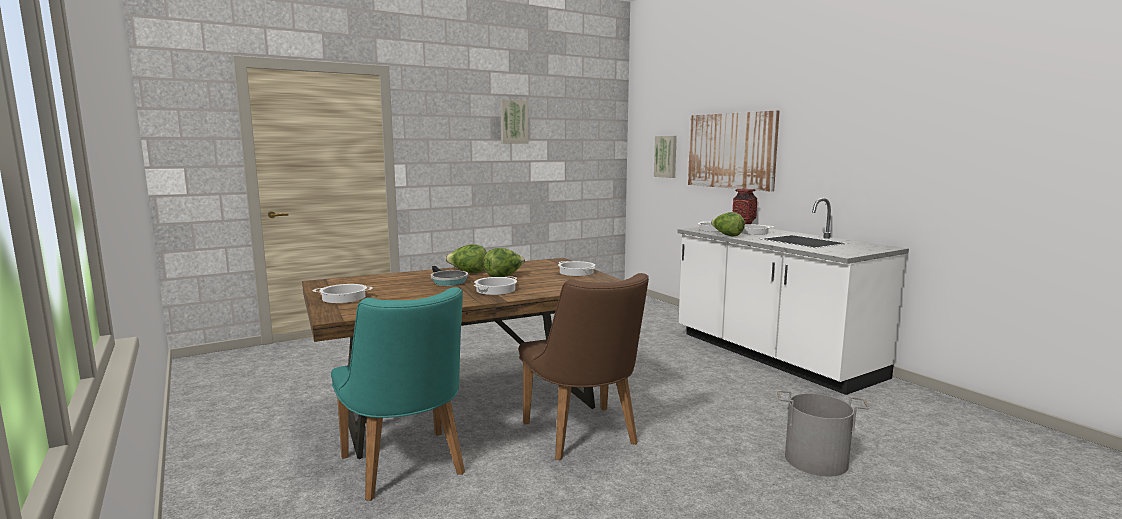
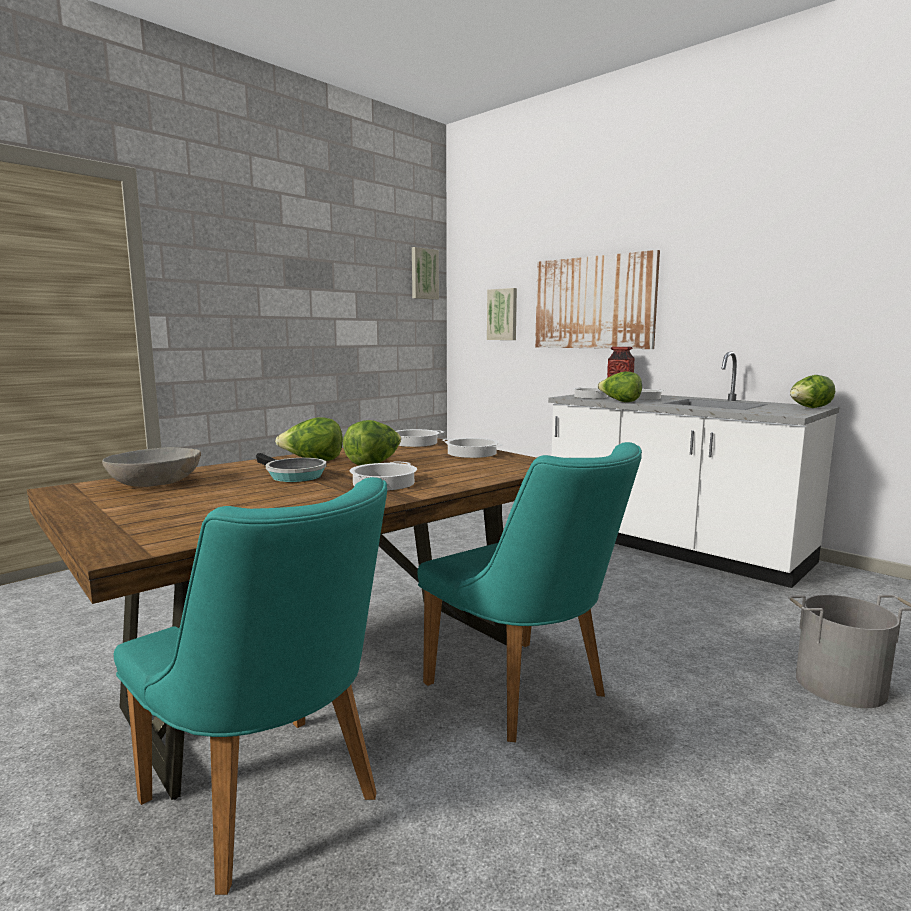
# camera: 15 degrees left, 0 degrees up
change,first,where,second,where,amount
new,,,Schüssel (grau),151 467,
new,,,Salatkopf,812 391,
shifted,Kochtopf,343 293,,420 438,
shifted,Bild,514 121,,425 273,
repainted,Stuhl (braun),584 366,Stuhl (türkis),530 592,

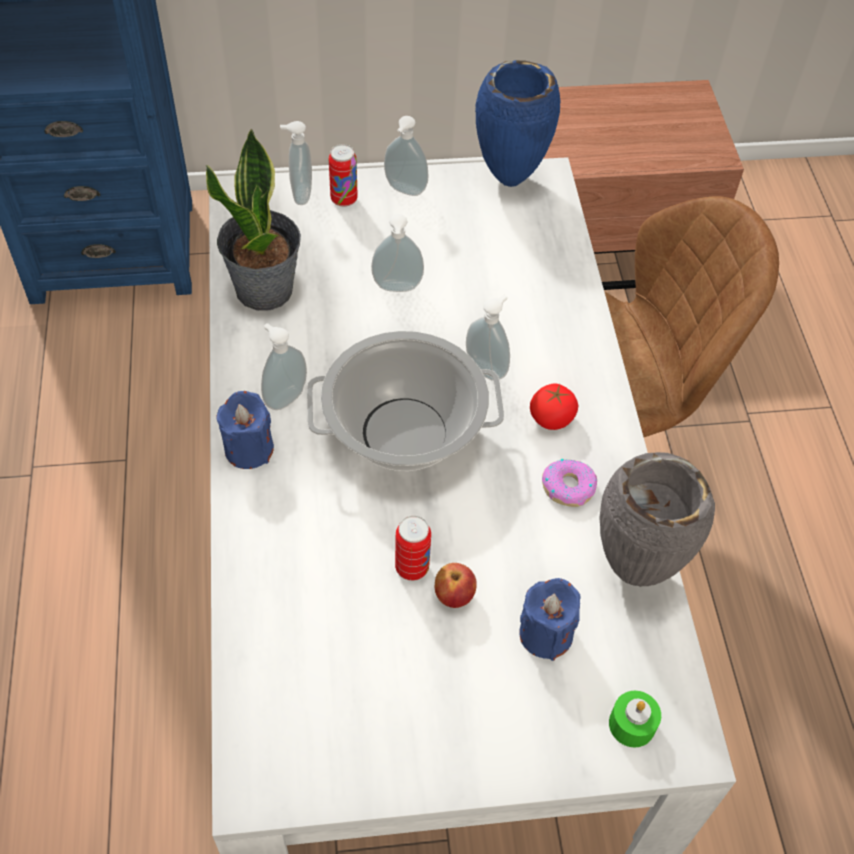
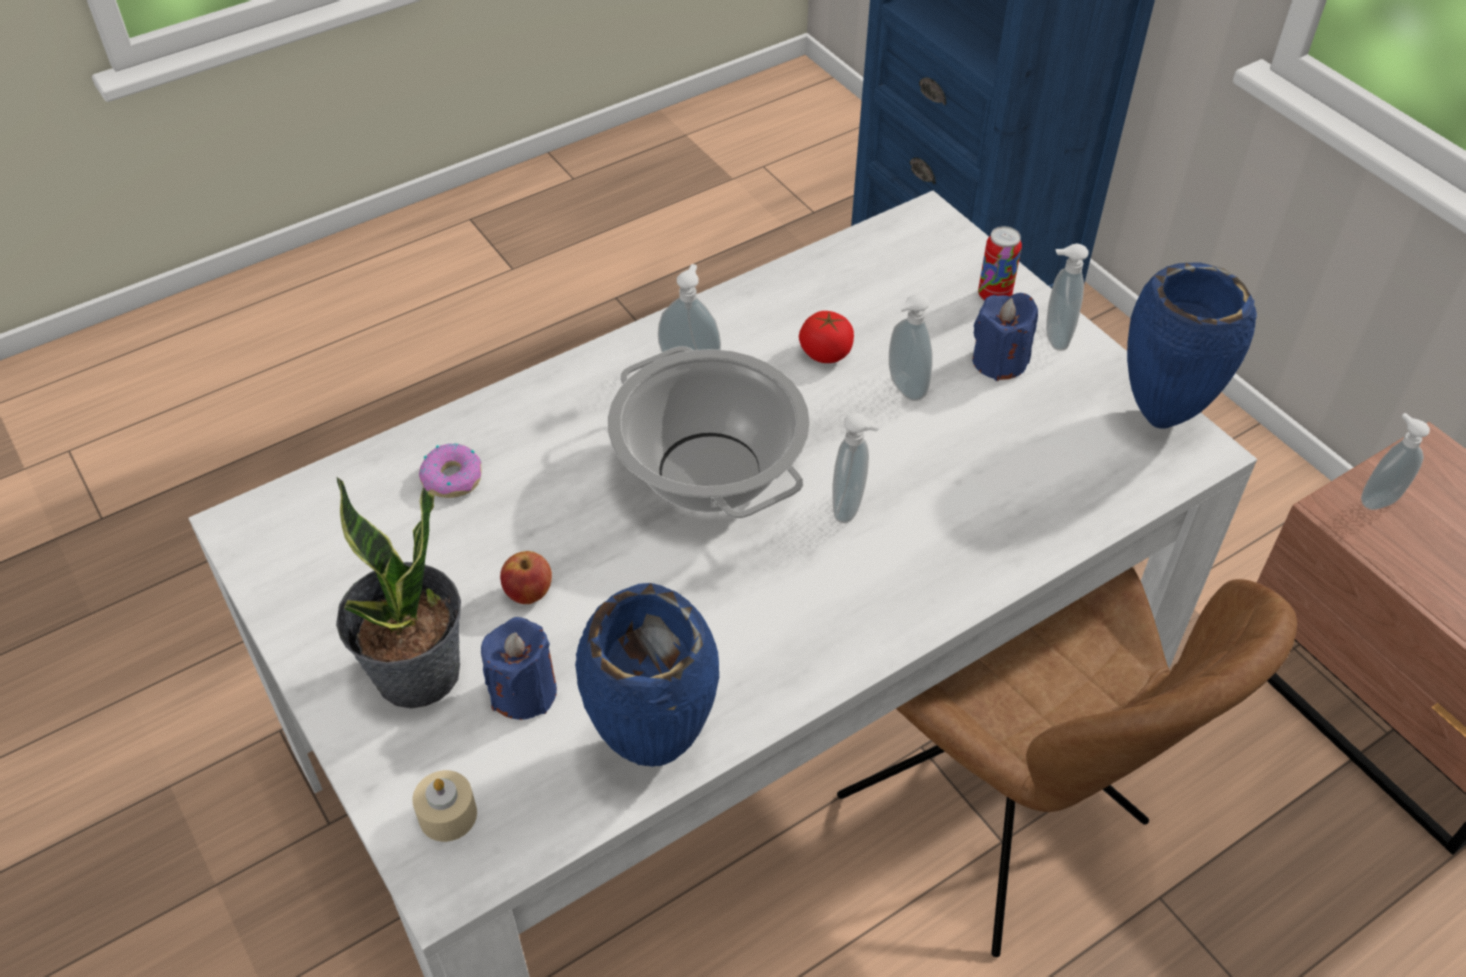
# camera: 65 degrees right, 5 degrees down
change,first,where,second,where,amount
gone,Dose,413 548,,,
shifted,Topfpflanze,253 219,,398 593,
shifted,Kerze (blau),245 430,,1005 337,
shifted,Seifenspender,296 163,,1395 461,
shifted,Tomate,554 406,,826 337,
shifted,Donut,569 483,,450 470,
repainted,Vase (grau),657 519,Vase (blau),647 675,
repainted,Kerze (grün),635 719,Kerze (beige),444 806,

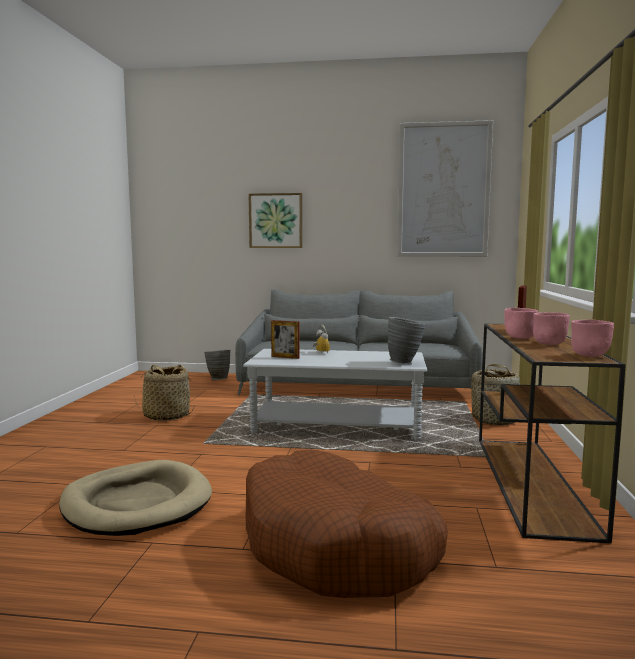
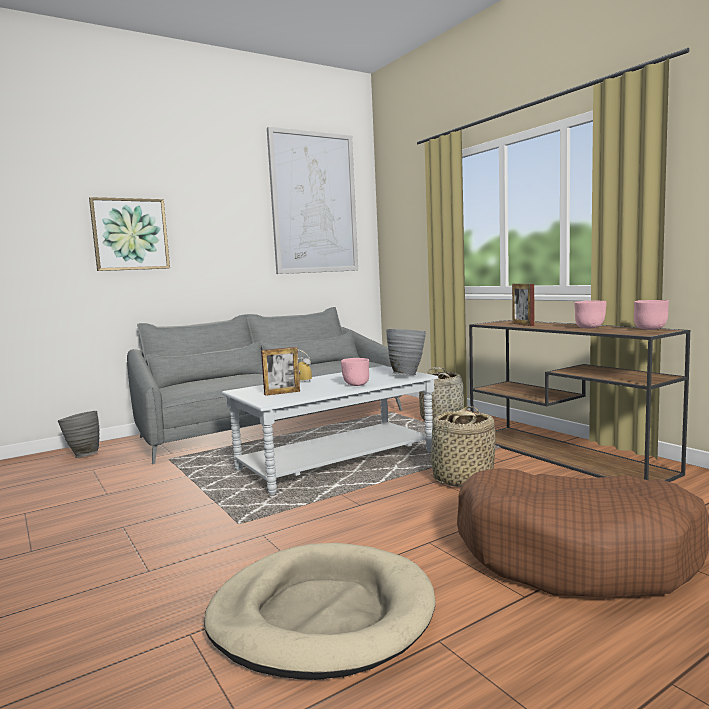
# camera: 40 degrees left, 0 degrees up
change,first,where,second,where,amount
shifted,Korb,164 393,,461 446,
shifted,Schüssel (rosa),521 323,,355 372,

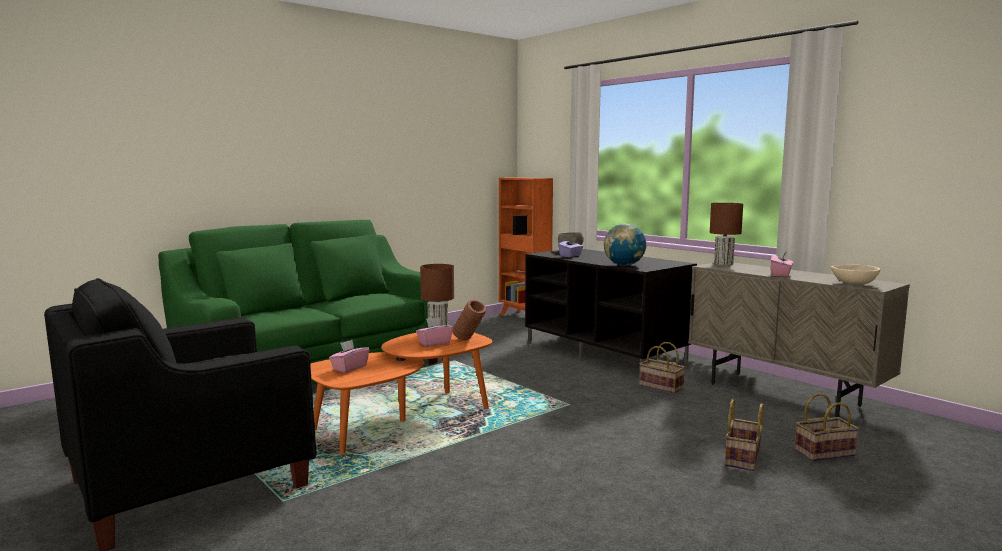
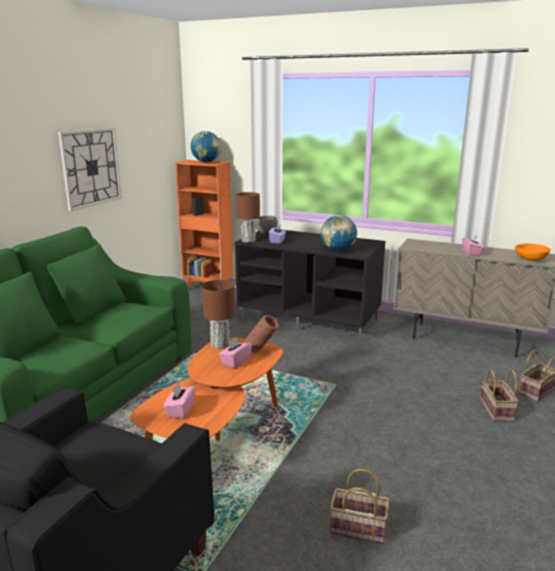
# camera: 25 degrees left, 10 degrees up
change,first,where,second,where,amount
new,,,Wanduhr,90 169,
new,,,Globus,206 146,
shifted,Korb,662 368,,360 506,
shifted,Tischlampe (braun),726 234,,248 217,
repainted,Schüssel (beige),856 274,Schüssel (orange),533 252,

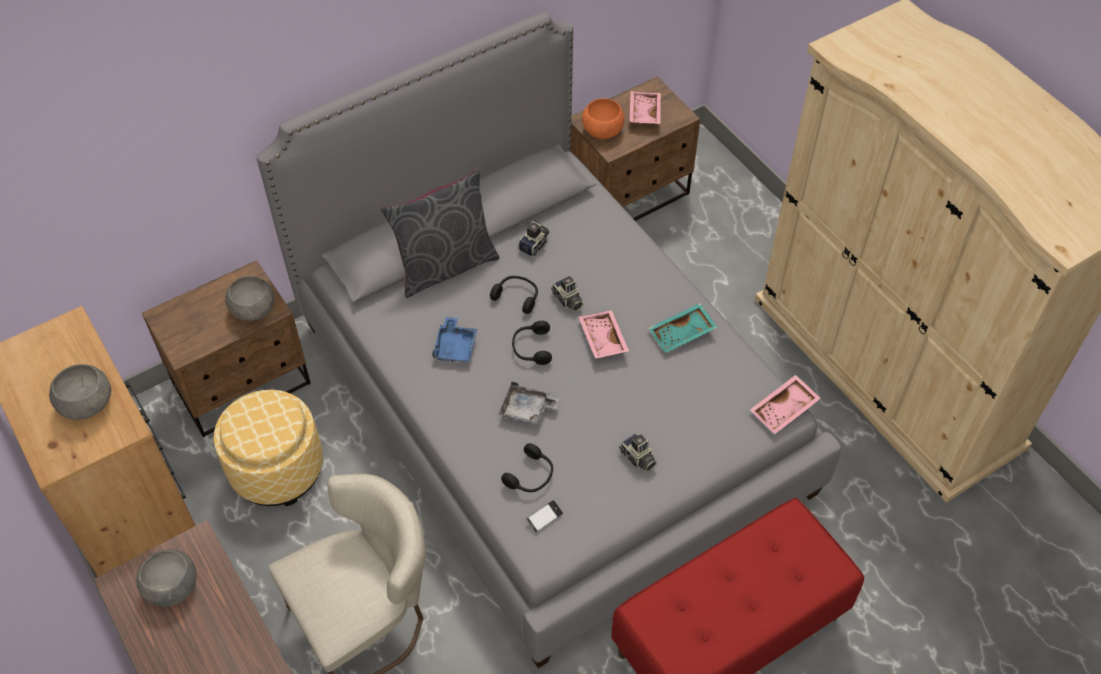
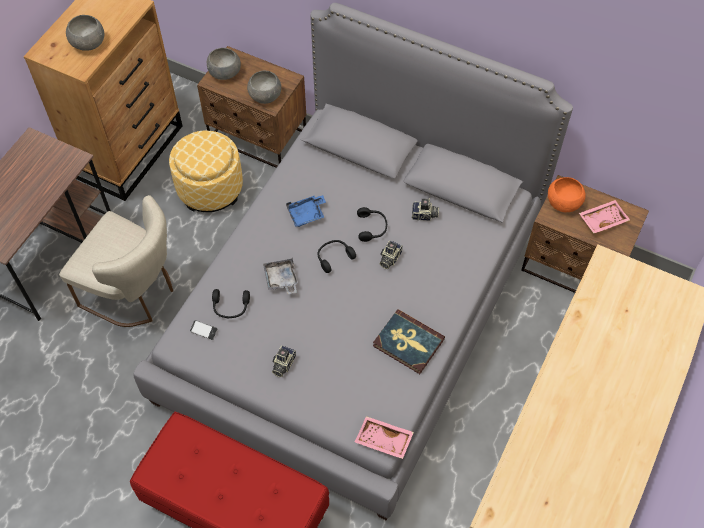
# camera: 60 degrees right, 5 degrees up
change,first,where,second,where,amount
gone,Kissen (grau),440 233,,,
gone,Tablett (rosa),604 334,,,
shifted,Schüssel (grau),166 578,,224 64,
swapped,Tablett (türkis),682 328,Buch,409 341,

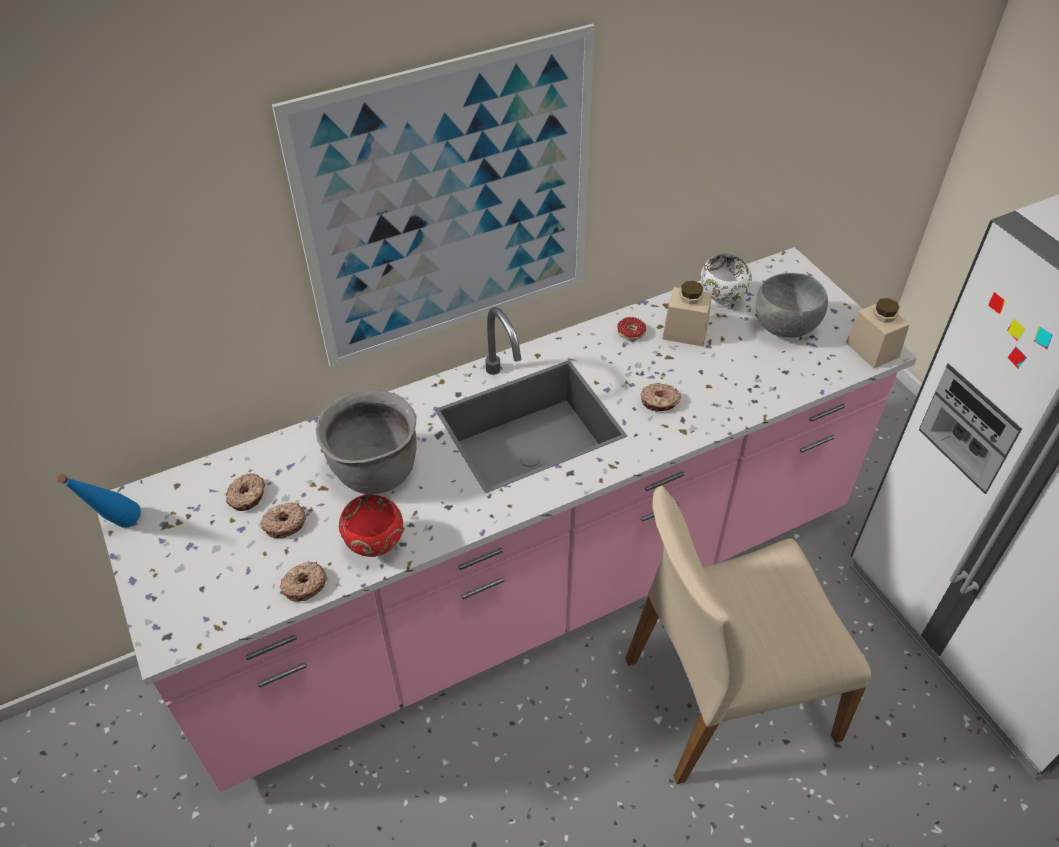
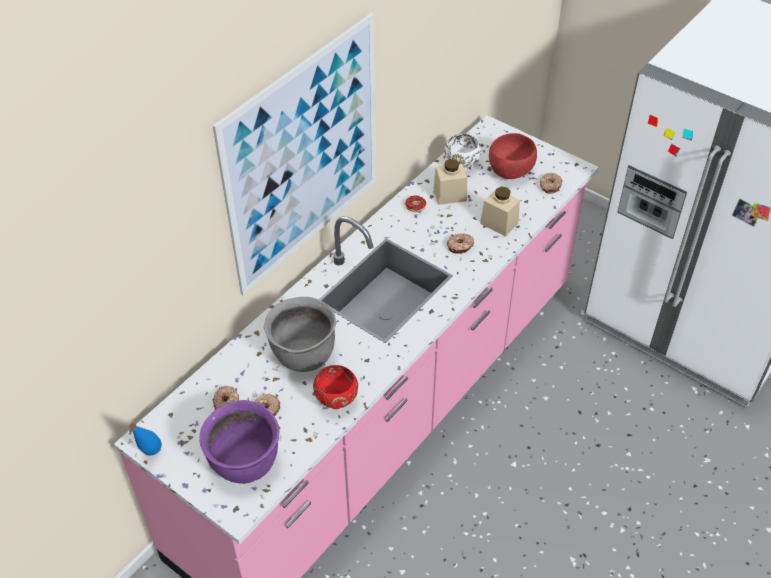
# camera: 25 degrees left, 0 degrees up
change,first,where,second,where,amount
gone,Stuhl (beige),748 635,,,
new,,,Kochtopf (lila),240 442,
shifted,Donut,302 581,,551 183,
shifted,Vorratsglas (beige),878 333,,500 211,
repainted,Schüssel (grau),792 305,Schüssel (rot),513 156,

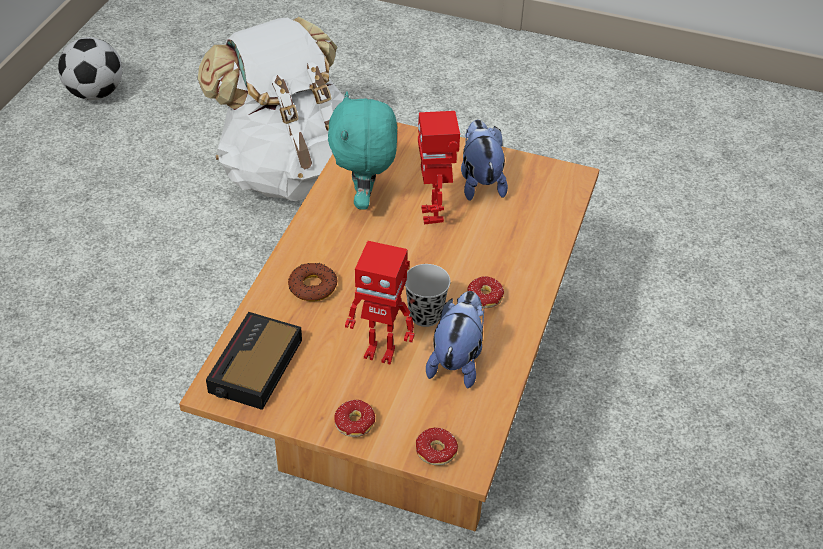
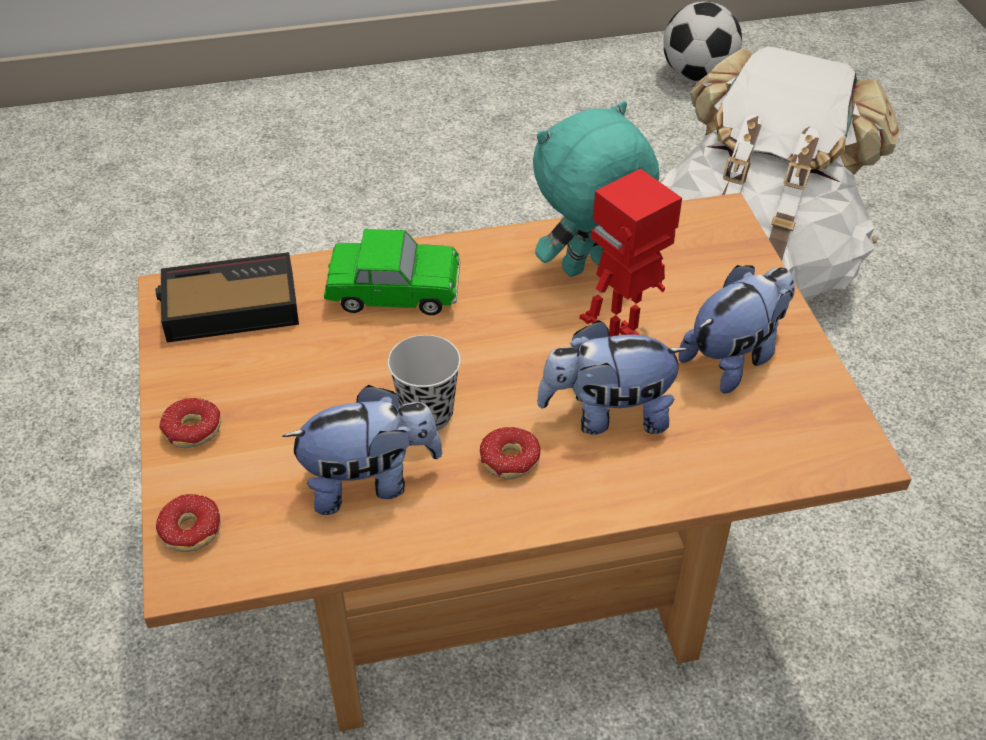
# camera: 60 degrees right, 0 degrees up
change,first,where,second,where,amount
gone,Spielzeugroboter,380 303,,,
new,,,Plüschtier,613 377,
swapped,Donut,313 282,Spielzeugauto,392 272,

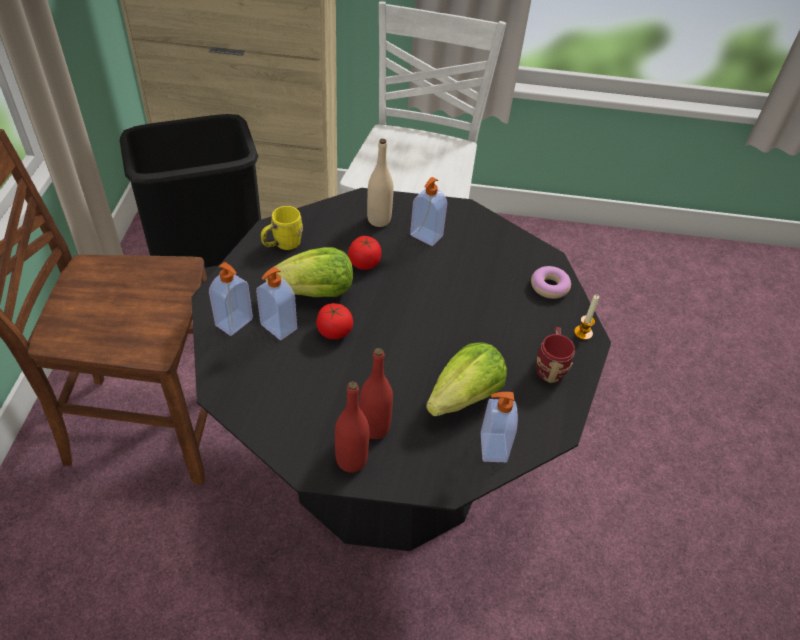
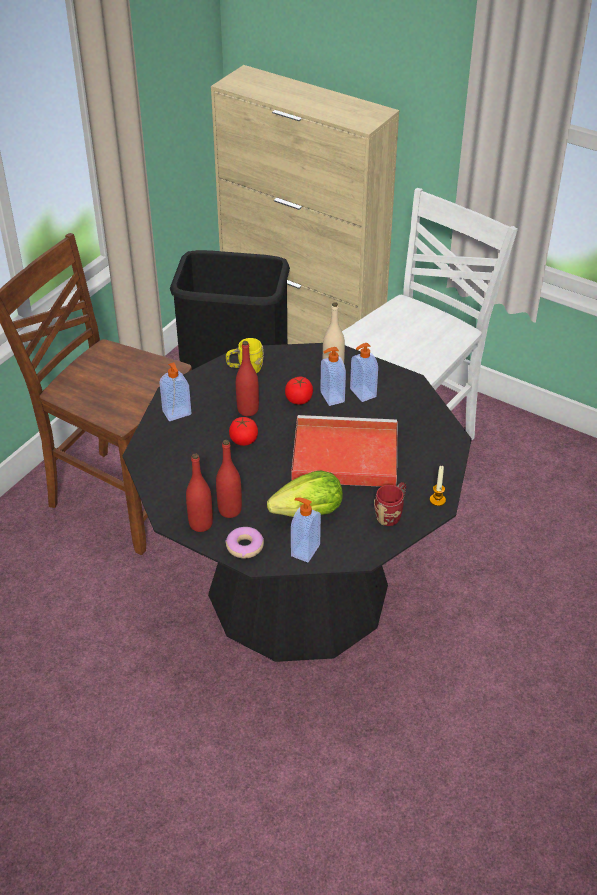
# camera: 30 degrees right, 5 degrees down
change,first,where,second,where,amount
new,,,Tablett (rot),344 451,
shifted,Seifenspender,276 303,,333 376,
shifted,Donut,551 282,,244 543,
swapped,Salatkopf,309 272,Flasche (rot),247 378,

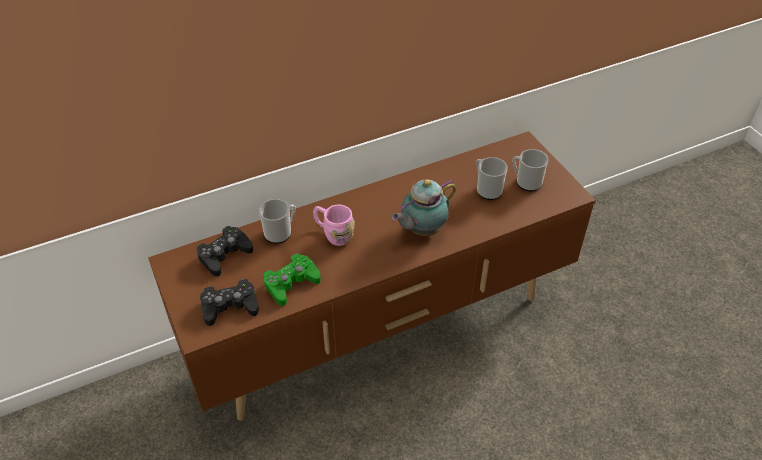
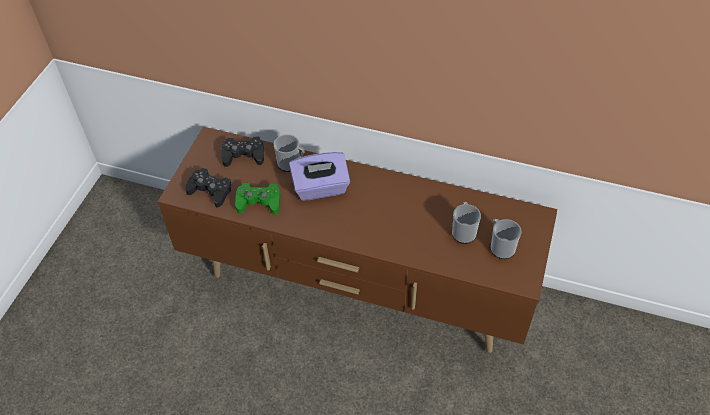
# camera: 45 degrees right, 5 degrees up
change,first,where,second,where,amount
gone,Teekanne,423 207,,,
swapped,Henkelbecher (rosa),334 225,Taschentuchbox (lila),319 176,

